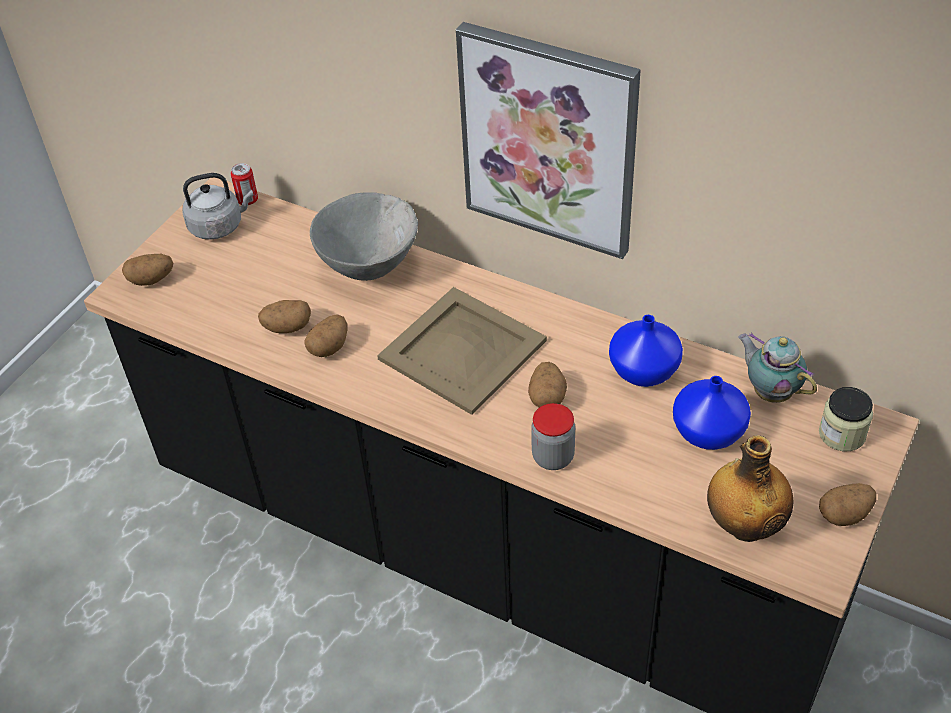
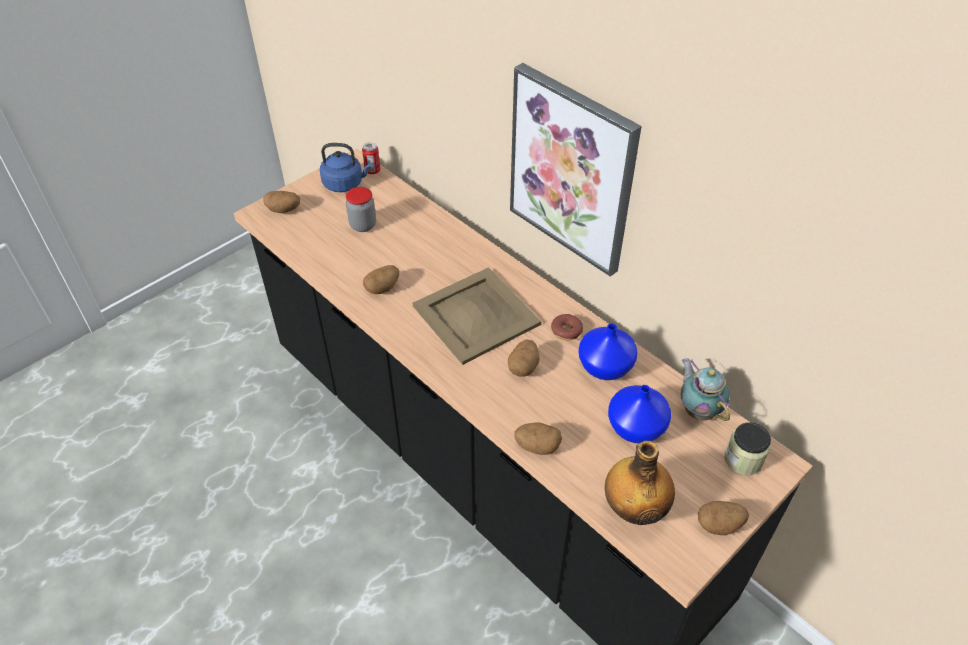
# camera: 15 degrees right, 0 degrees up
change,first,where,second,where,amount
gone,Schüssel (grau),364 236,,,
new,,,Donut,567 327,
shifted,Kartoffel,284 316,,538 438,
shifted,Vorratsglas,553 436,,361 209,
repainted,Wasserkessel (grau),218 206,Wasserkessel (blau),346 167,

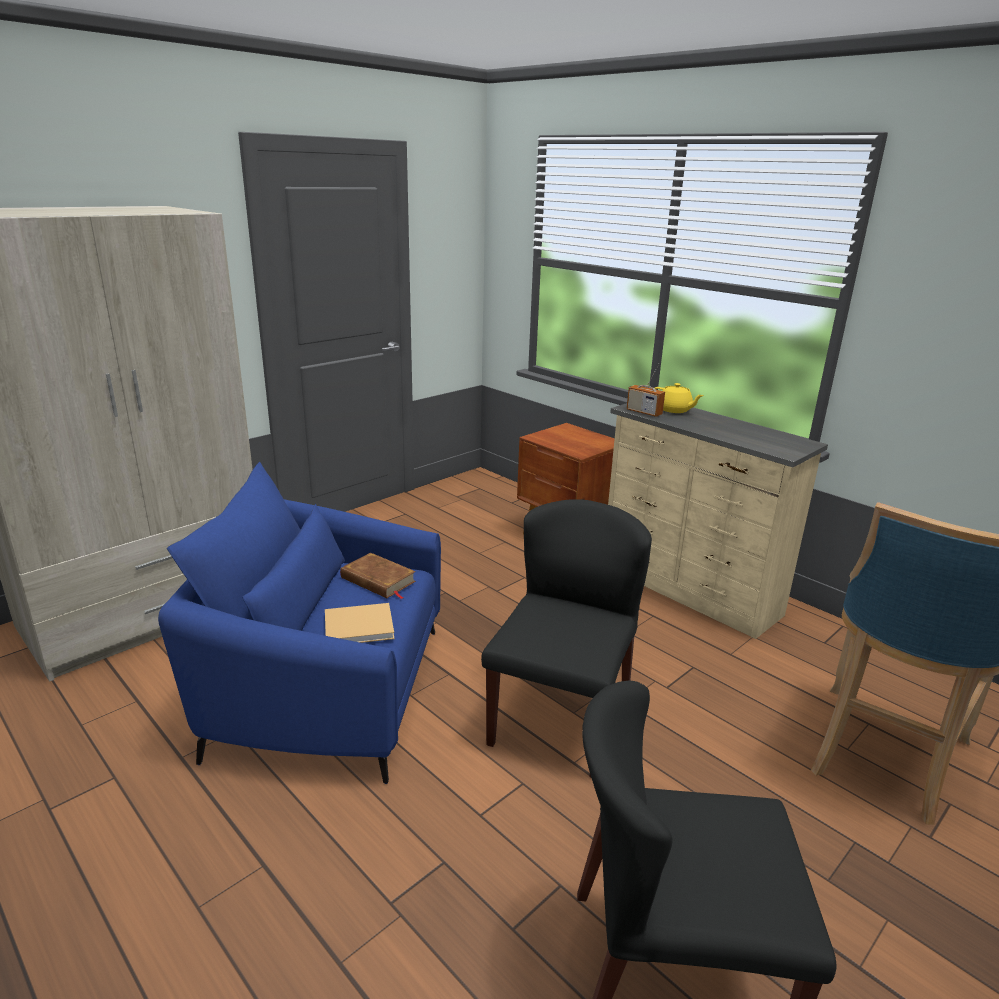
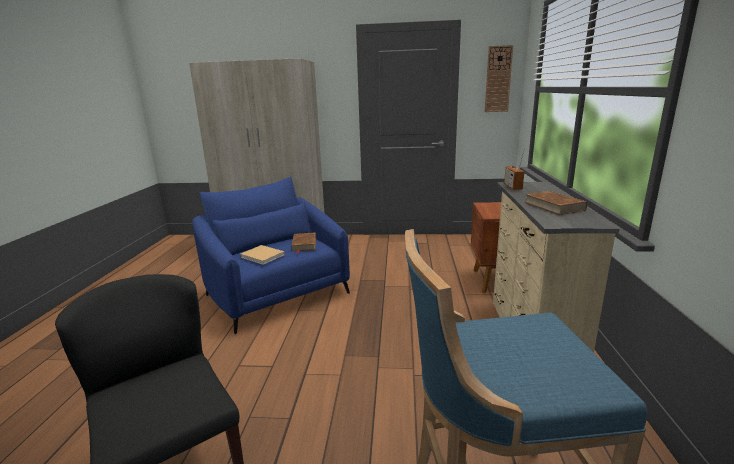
# camera: 50 degrees right, 5 degrees down
change,first,where,second,where,amount
gone,Stuhl (schwarz),566 638,,,
gone,Teekanne (gelb),679 398,,,
new,,,Wanduhr,499 78,
new,,,Buch (braun),555 203,

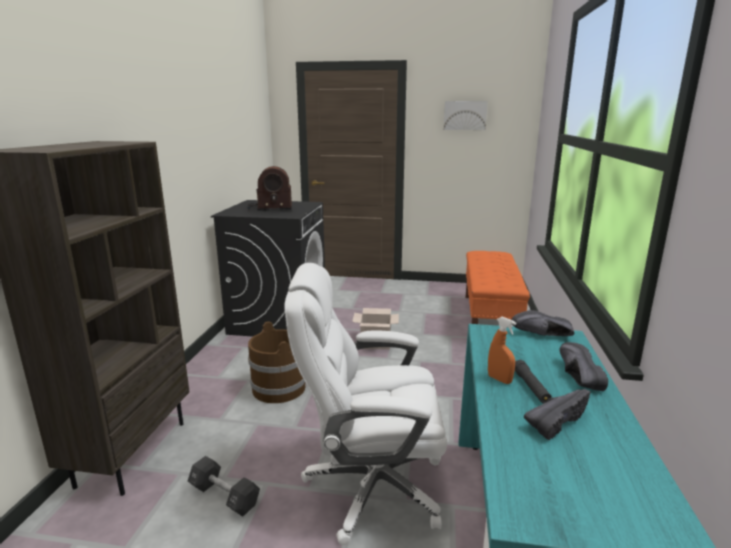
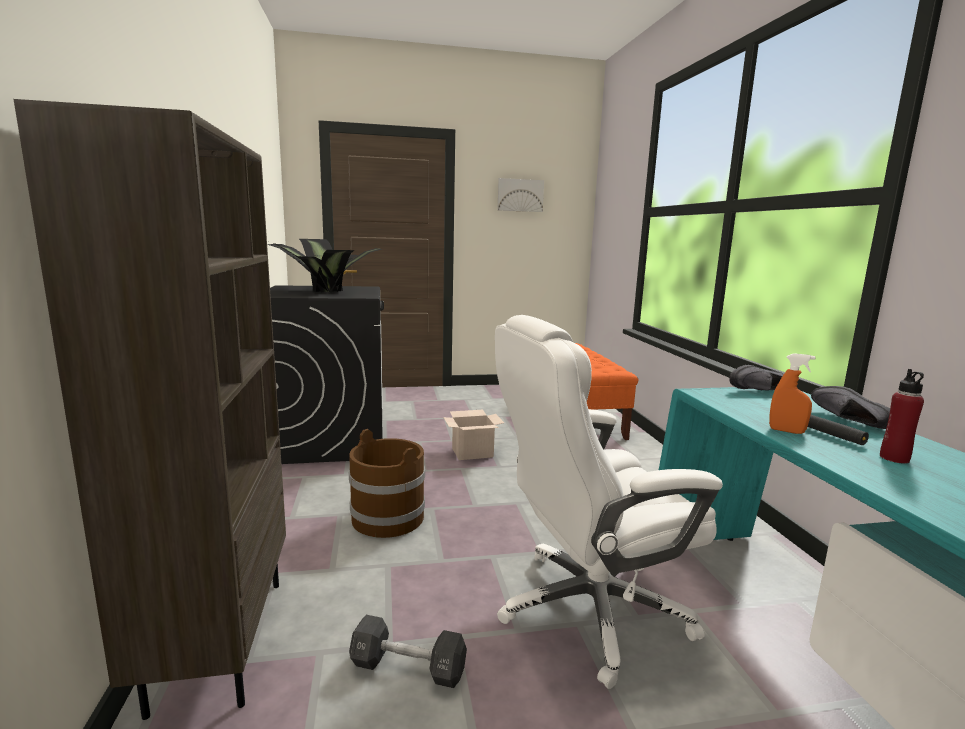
# camera: 20 degrees left, 5 degrees down
change,first,where,second,where,amount
swapped,Radio,269 188,Topfpflanze,324 266,
swapped,Schuh (schwarz),557 414,Flasche (rot),902 416,

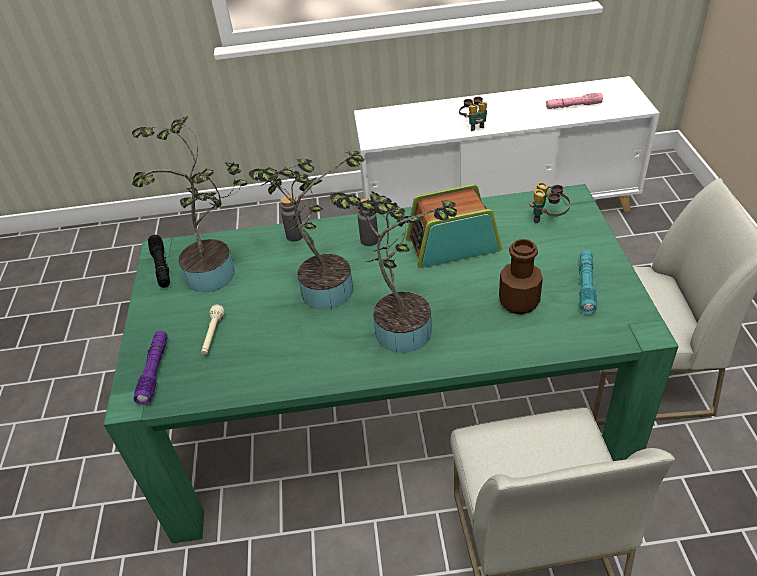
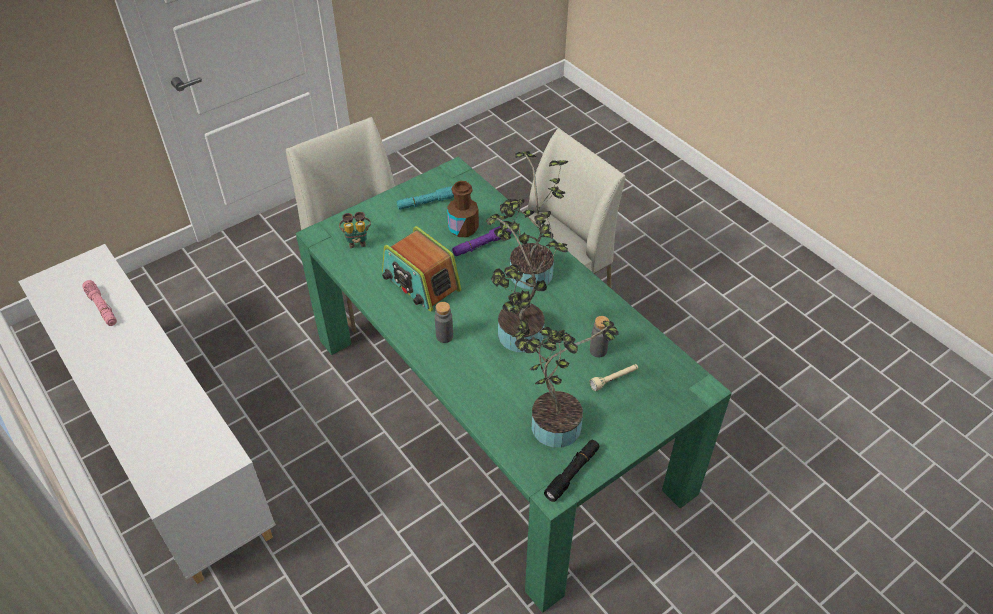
# camera: 125 degrees left, 5 degrees up
change,first,where,second,where,amount
gone,Fernglas,473 114,,,
shifted,Taschenlampe (lila),150 368,,481 241,
shifted,Flasche (grau),291 217,,599 336,

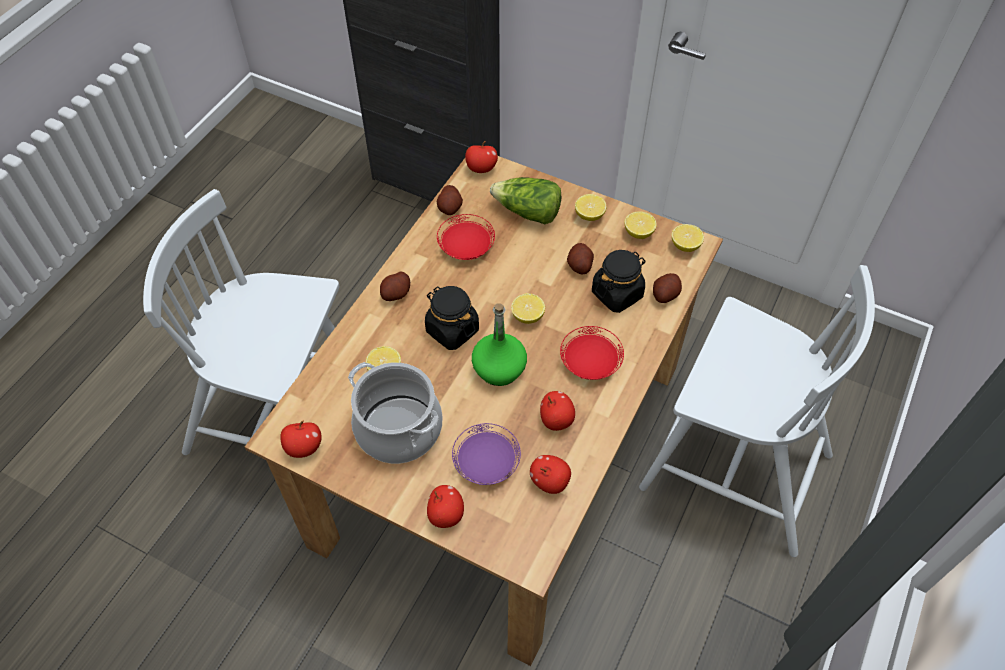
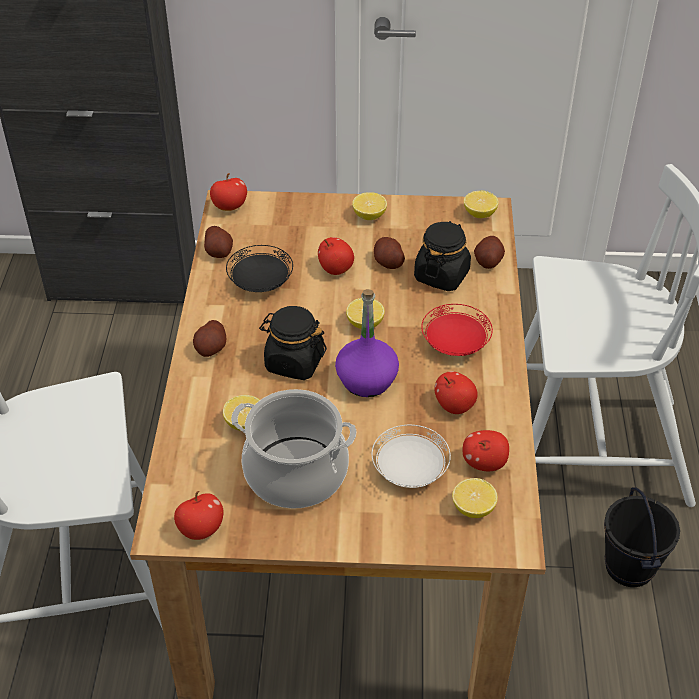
# camera: 25 degrees left, 10 degrees down
change,first,where,second,where,amount
gone,Salatkopf,525 200,,,
new,,,Eimer (schwarz),642 537,
shifted,Apfel,445 506,,336 256,
shifted,Zitrone,641 225,,475 498,
repainted,Teller (rot),466 237,Teller (schwarz),259 268,
repainted,Teller (lila),486 454,Teller (weiß),411 456,
repainted,Flasche (grün),499 344,Flasche (lila),367 343,

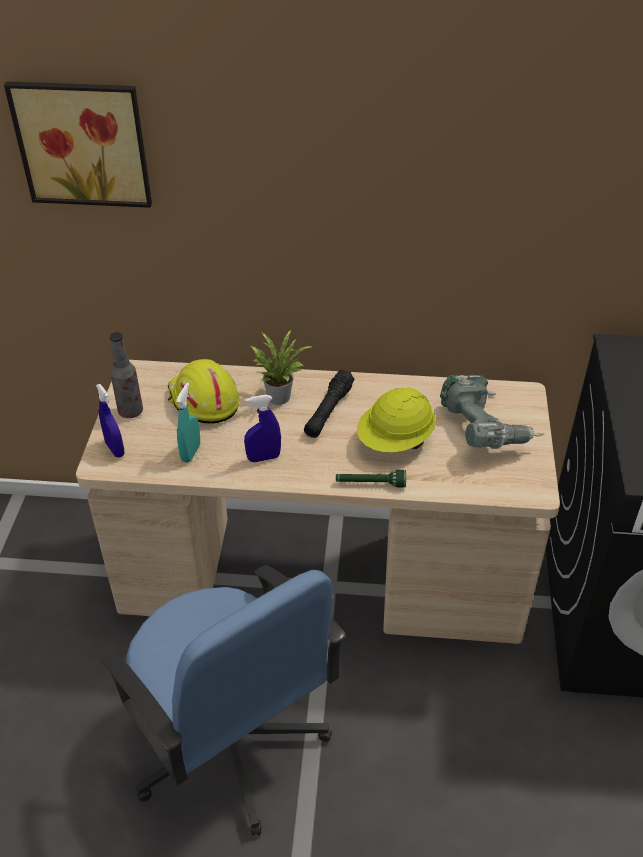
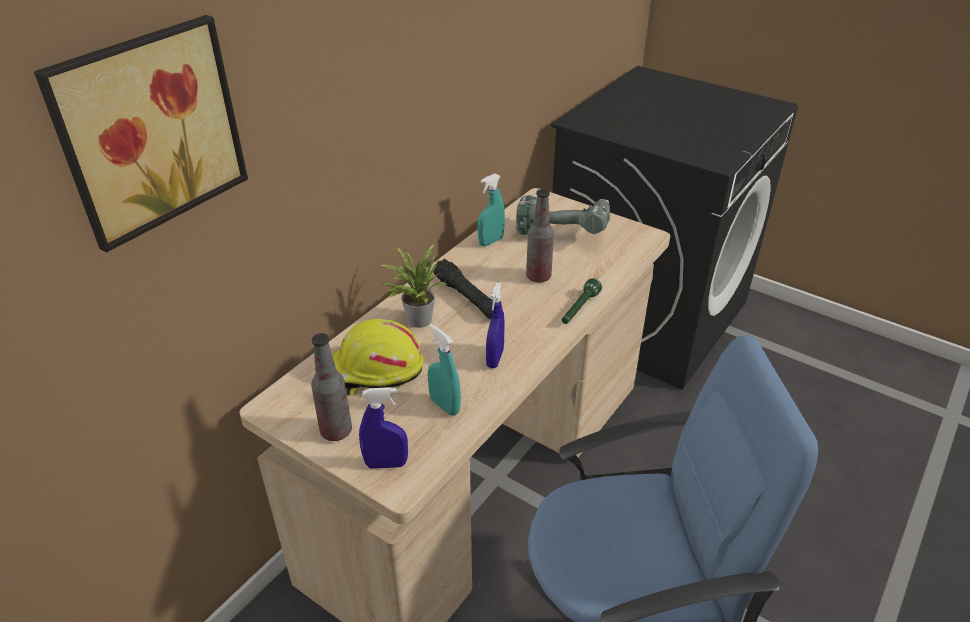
# camera: 60 degrees left, 5 degrees down
change,first,where,second,where,amount
new,,,Sprühflasche (türkis),491 210,
swapped,Schutzhelm (gelb),396 419,Flasche,540 236,

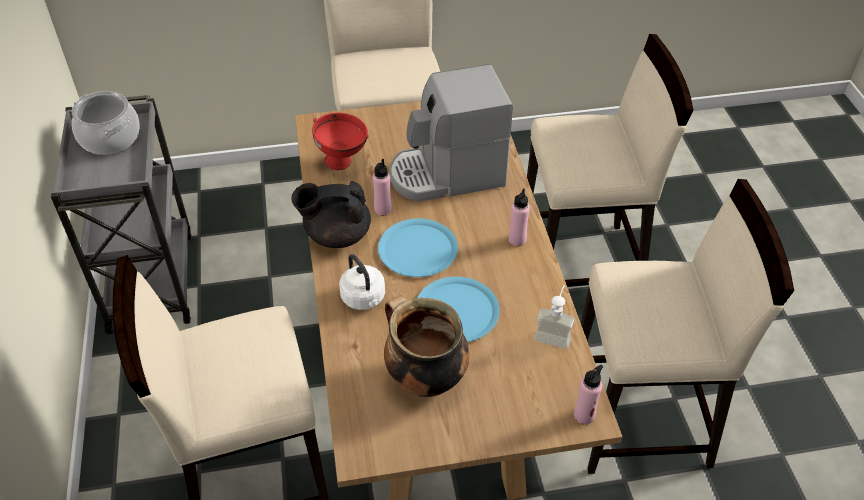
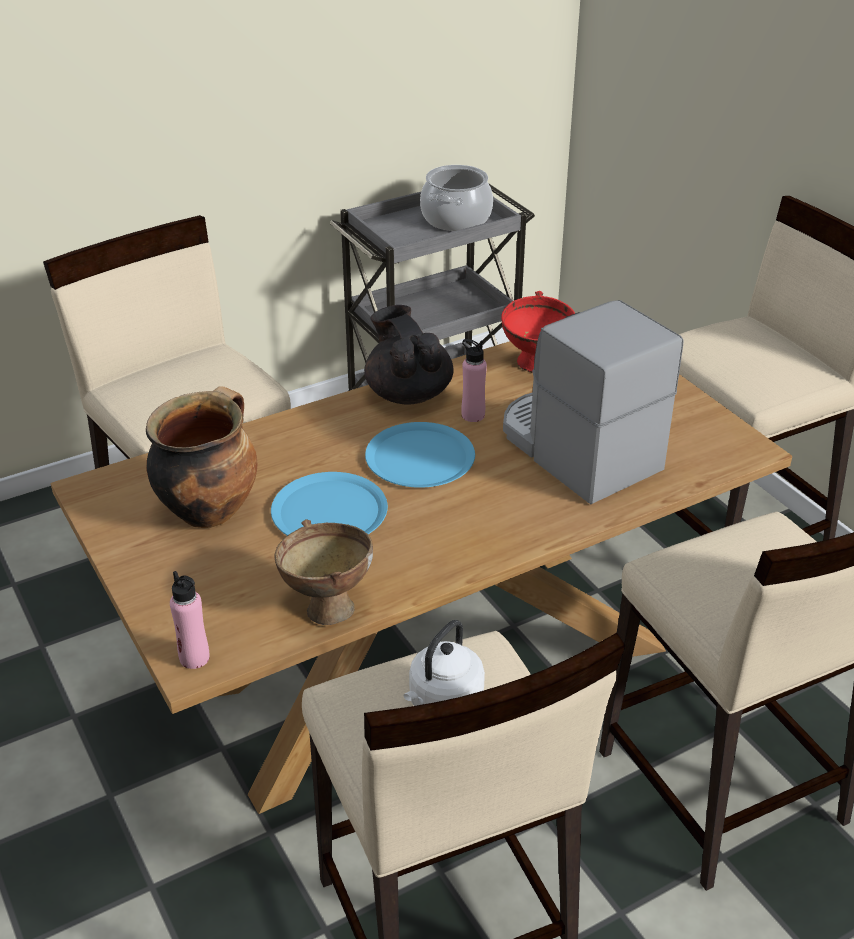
# camera: 70 degrees right, 10 degrees down
change,first,where,second,where,amount
gone,Flasche (rosa),519 217,,,
shifted,Wasserkessel (weiß),362 282,,444 663,
swapped,Seifenspender,554 317,Schüssel (braun),324 572,

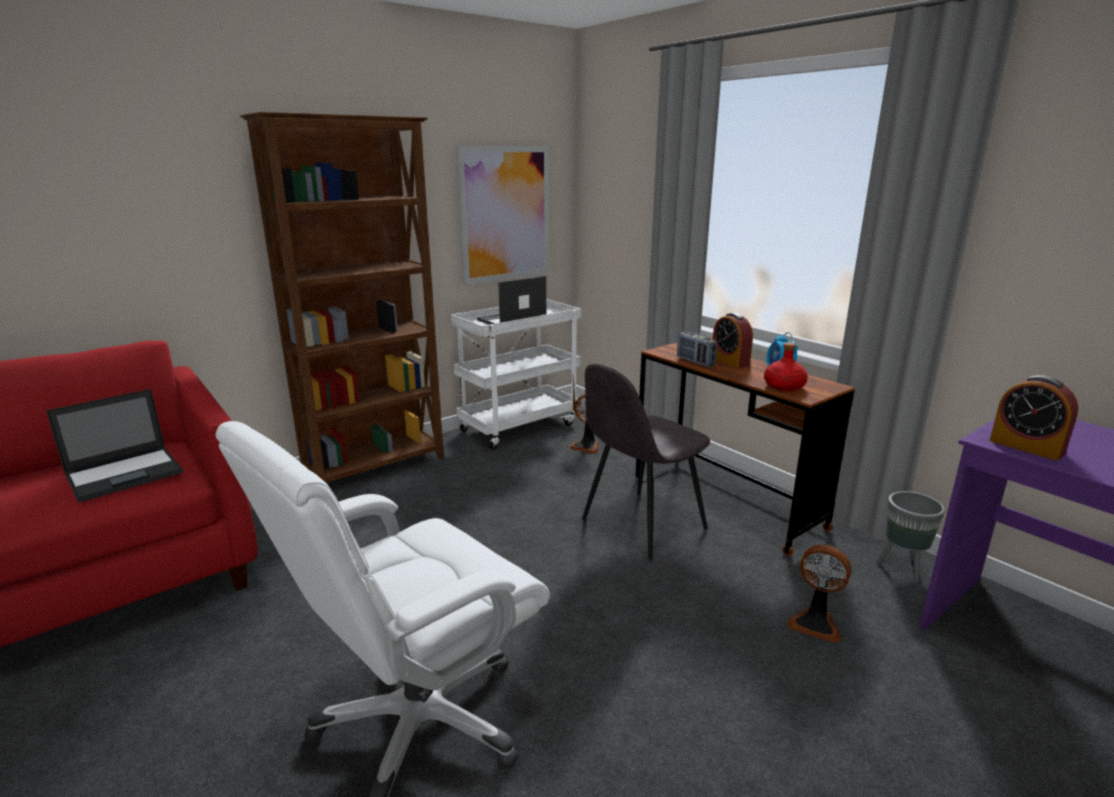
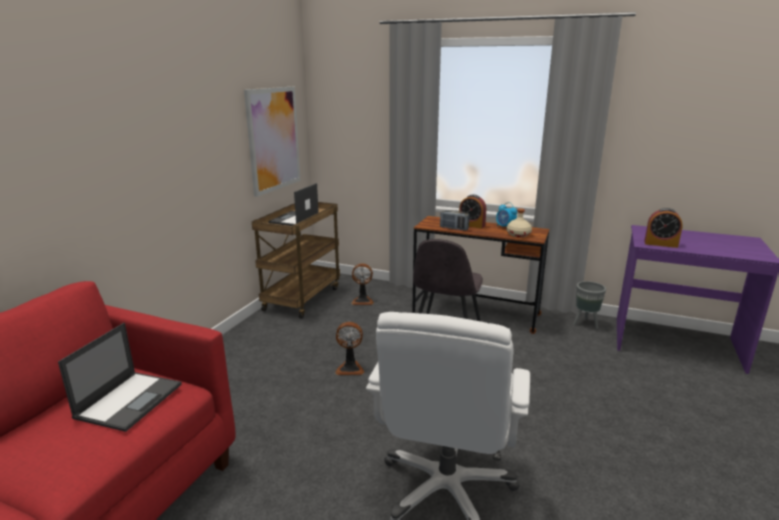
# camera: 30 degrees left, 0 degrees up
change,first,where,second,where,amount
gone,Bücherregal (braun),342 297,,,
shifted,Ventilator,819 594,,349 348,
repainted,Rollwagen (weiß),516 374,Rollwagen (braun),296 260,
repainted,Flasche (rot),786 367,Flasche (beige),519 222,

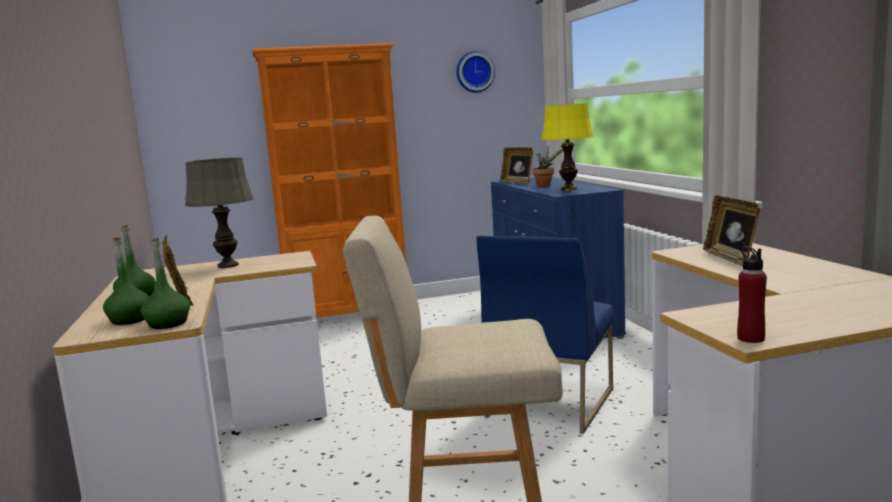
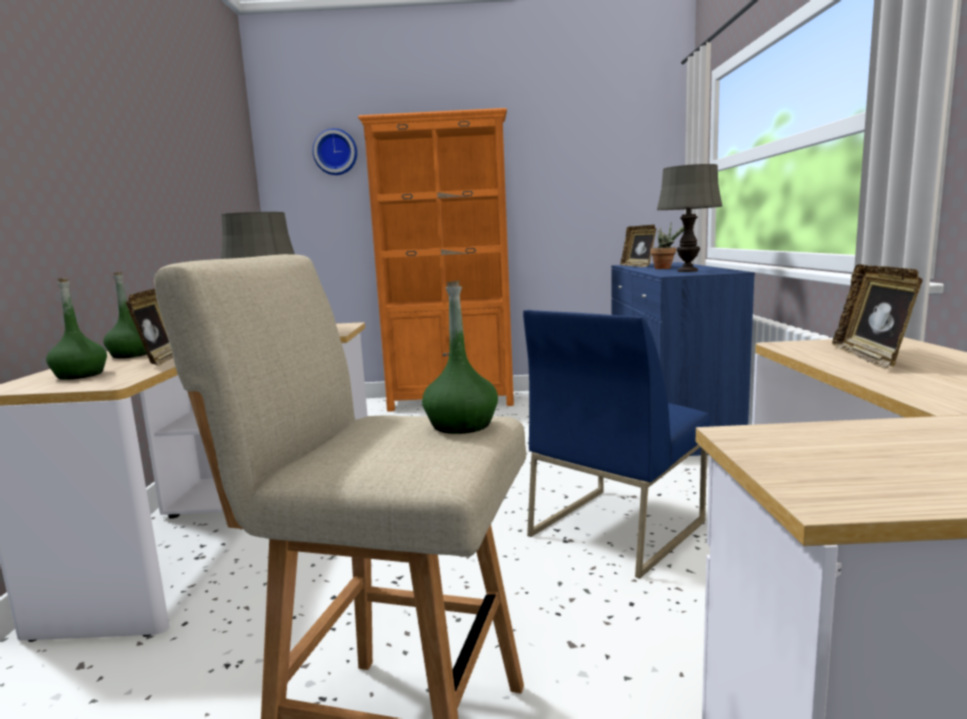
# camera: 15 degrees right, 0 degrees up
change,first,where,second,where,amount
gone,Flasche (rot),752 294,,,
shifted,Flasche (grün),165 283,,460 357,
shifted,Wanduhr,475 72,,335 151,
repainted,Tischlampe (gelb),567 146,Tischlampe (grau),689 218,

